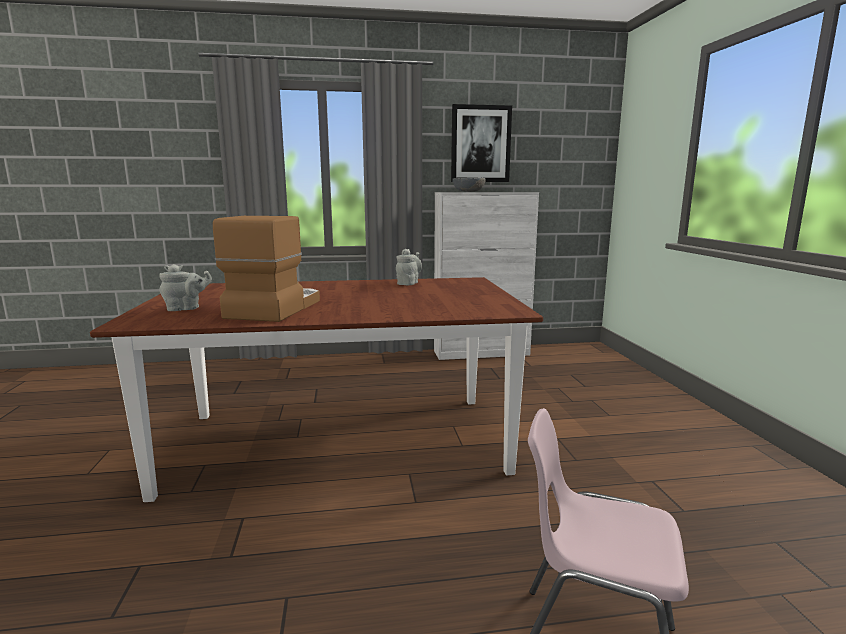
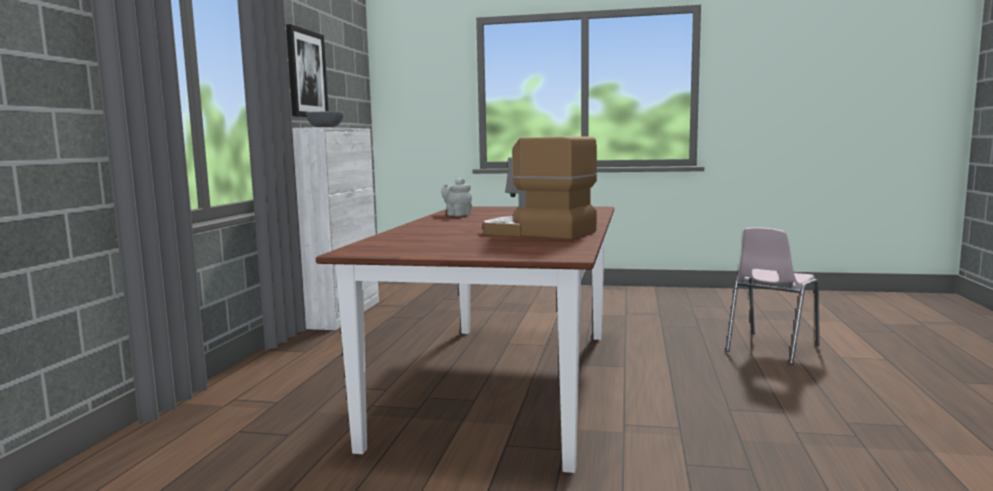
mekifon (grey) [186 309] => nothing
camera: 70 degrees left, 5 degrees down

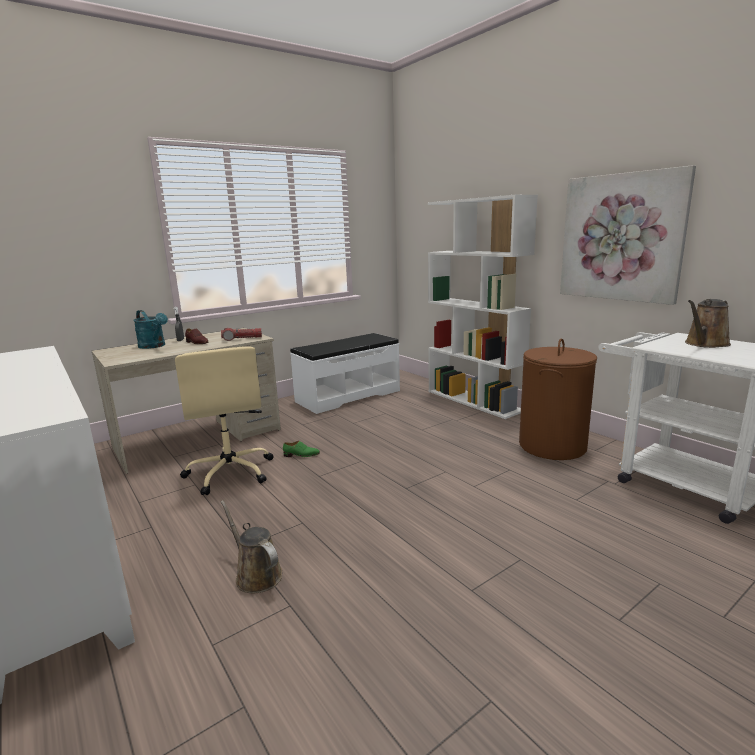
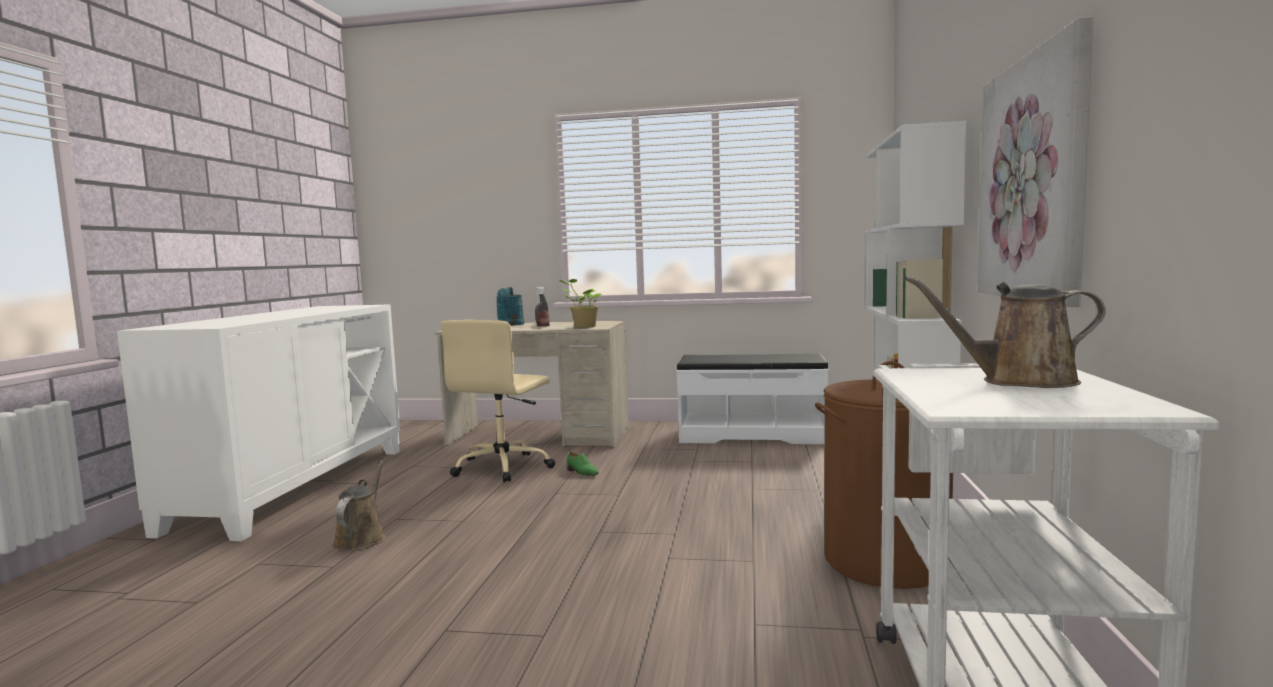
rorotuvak [242 339] => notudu [583 327]
camera: 45 degrees right, 10 degrees down

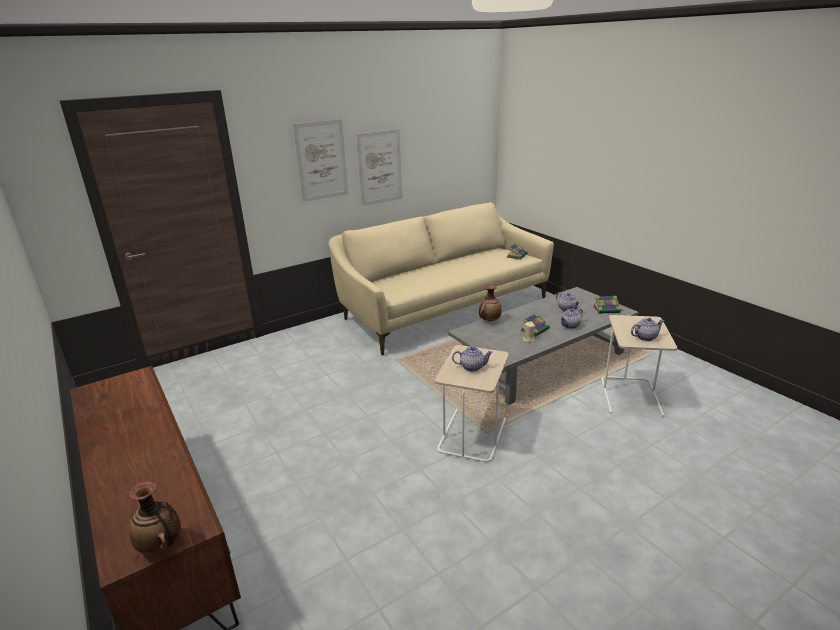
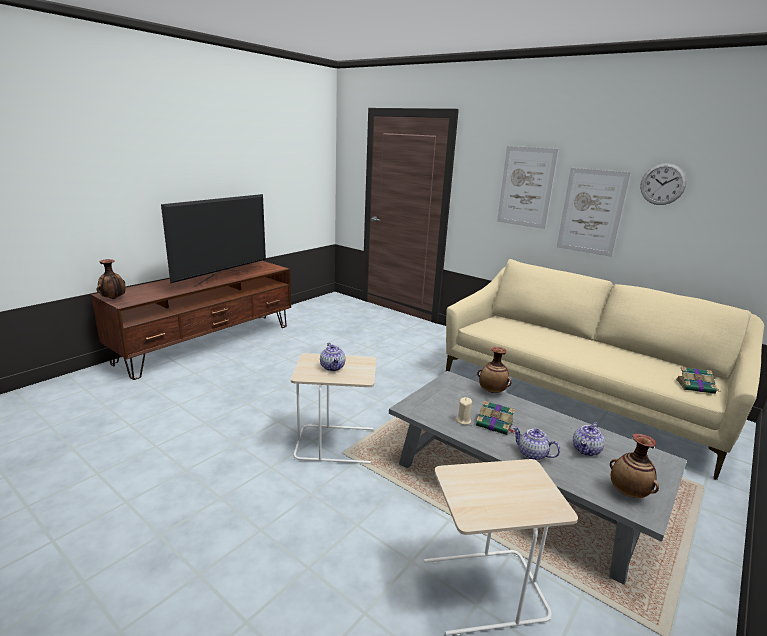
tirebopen [607 309] => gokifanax [628 493]
mekifon [645 337] => nothing
nothing => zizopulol [662 184]
nothing => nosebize [222 279]
camera: 70 degrees right, 5 degrees down

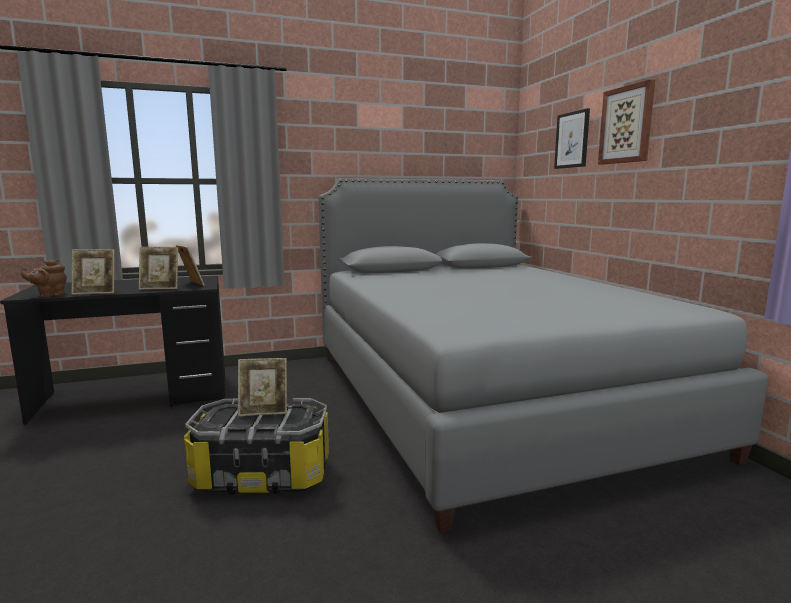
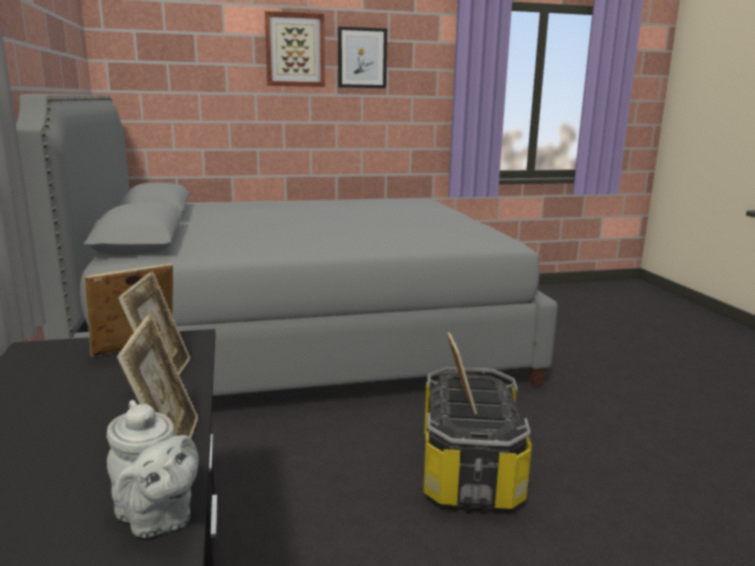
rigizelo [572 140] => rigizelo [362 58], relocated
mekifon (brown) [49 295] => mekifon (grey) [157 519]
camera: 85 degrees left, 5 degrees up

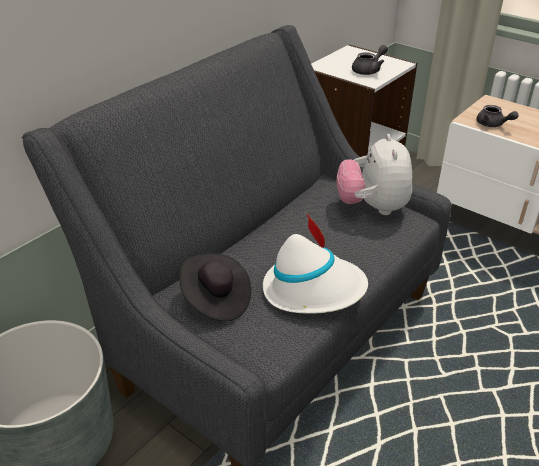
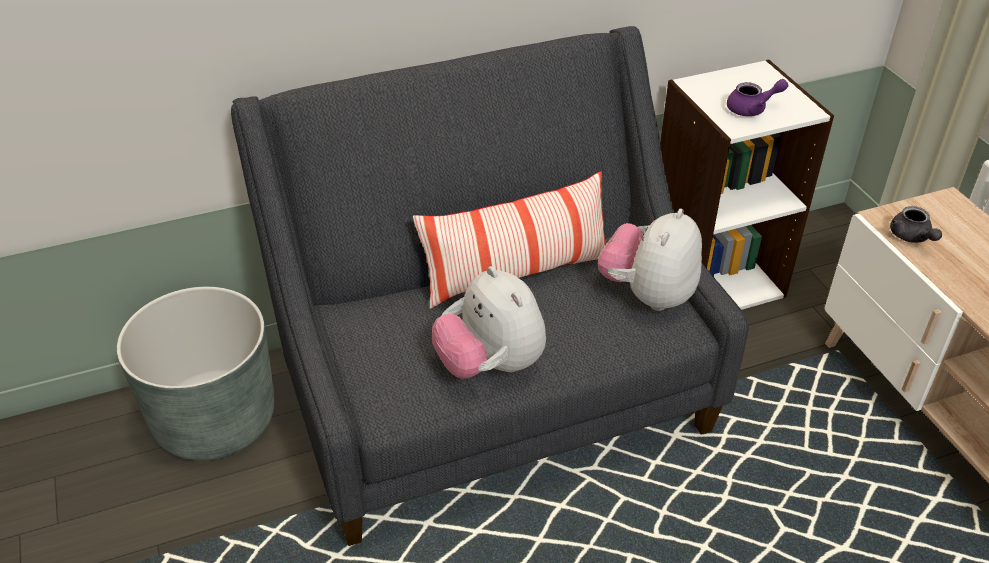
mekifon (grey) [369 70] => mekifon (purple) [752 109]
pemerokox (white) [313 289] => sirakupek [490 365]
pemerokox (black) [216 300] => nothing
nothing => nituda [516 274]
camera: 30 degrees right, 5 degrees up

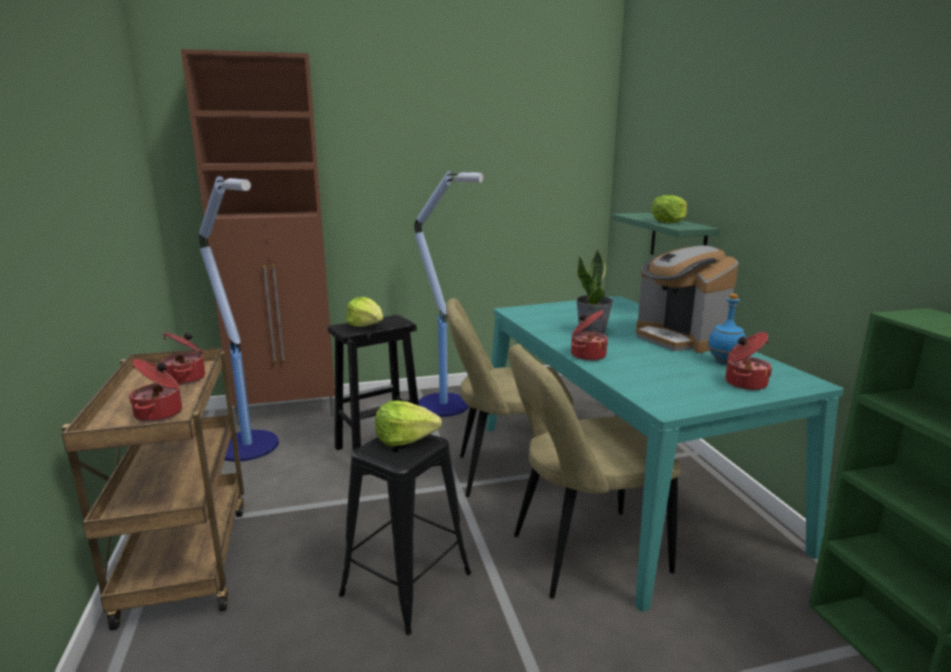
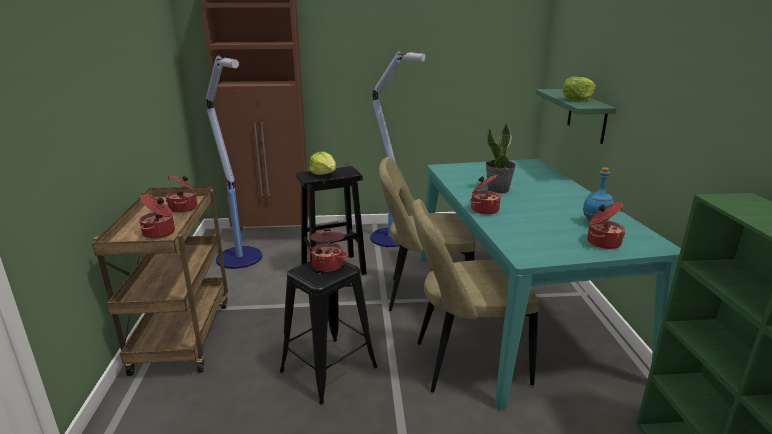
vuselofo [679 339] => nothing
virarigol [405 439] => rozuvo [328 264]
camera: 10 degrees right, 5 degrees up

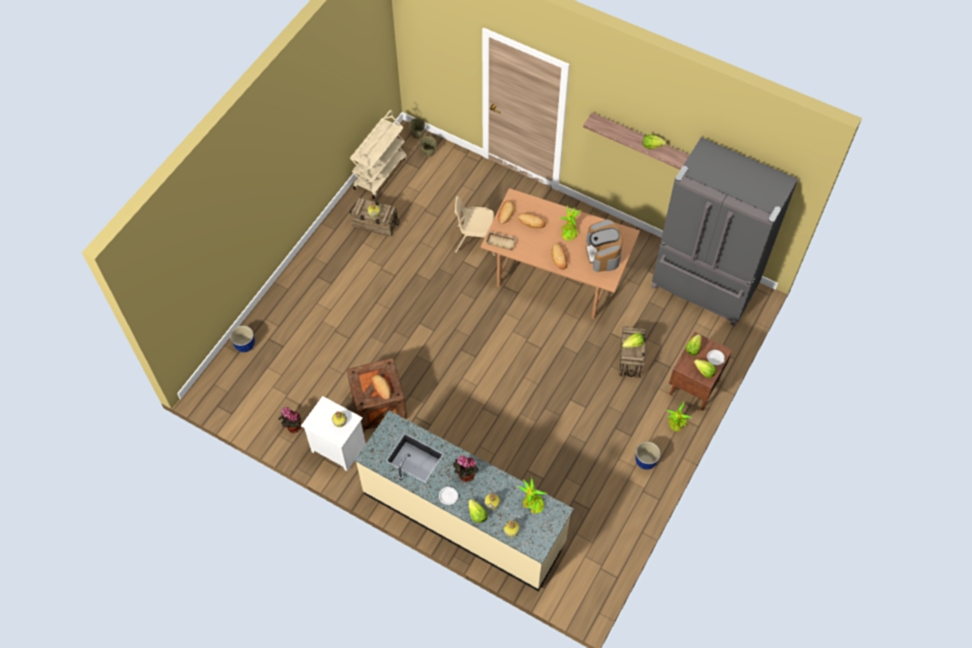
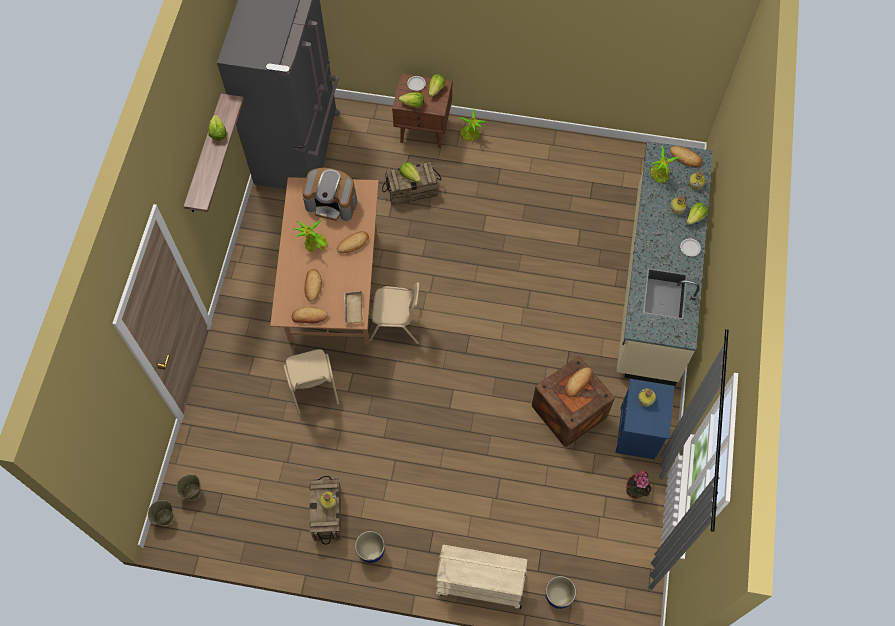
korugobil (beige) [380 172] => korugobil (beige) [479 585], relocated
vuselofo [603 253] => vuselofo [332 203], 45 degrees clockwise
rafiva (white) [337 448] => rafiva (blue) [638 433]
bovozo [646 461] => bovozo [371 551], relocated
notudu [465 475] => nothing
nothing => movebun [685 157]
nothing => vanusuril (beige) [397 324]
camera: 110 degrees left, 5 degrees up

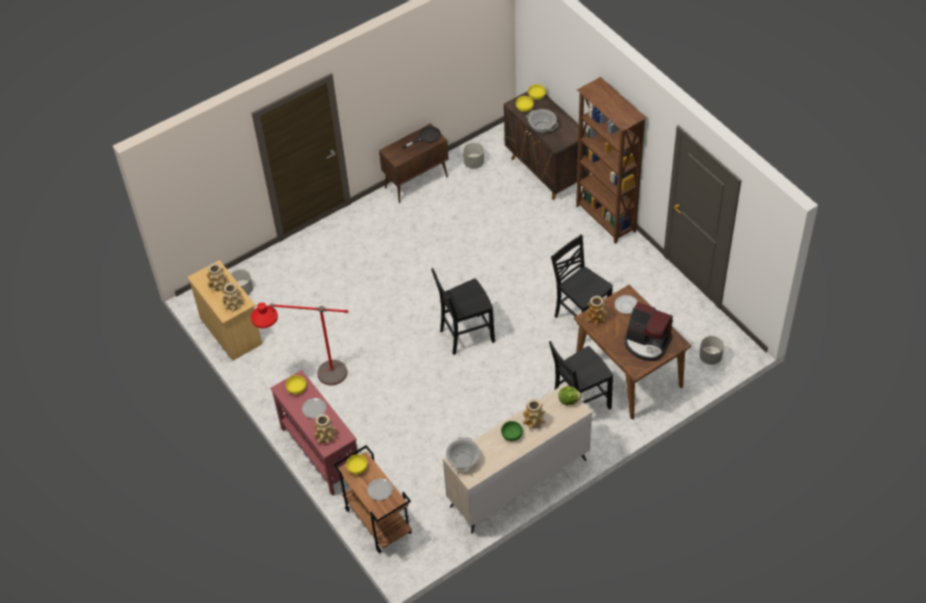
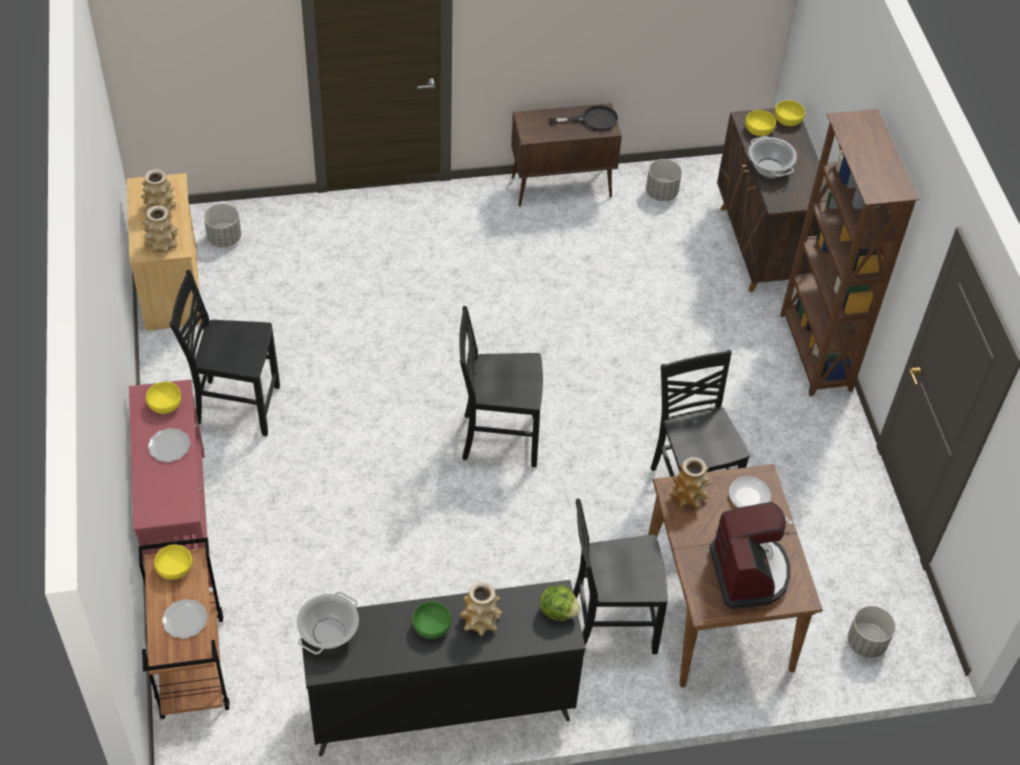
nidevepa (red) [311 379] => vanusuril (black) [236 405]
vuselofo [647 343] => vuselofo [749 573], 150 degrees counterclockwise
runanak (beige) [518 483] => runanak (black) [439 707]
gokifanax [325 436] => nothing
camera: 20 degrees right, 0 degrees up

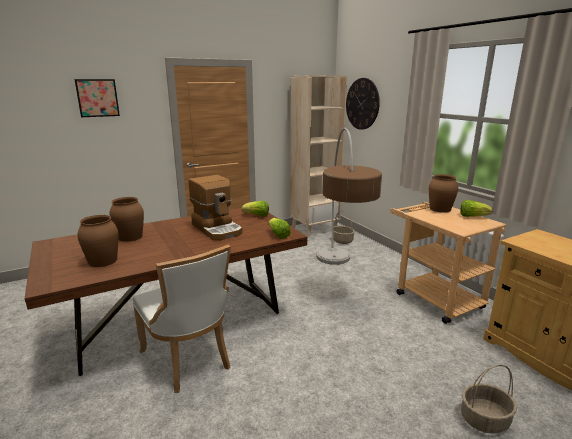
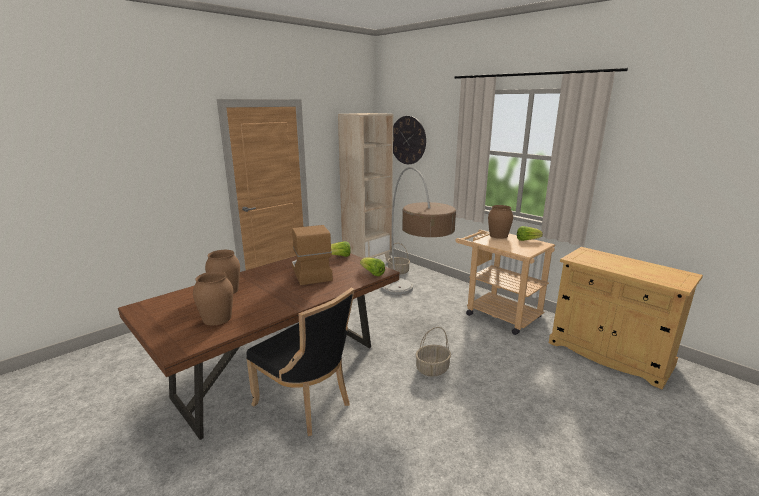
rigizelo [97 98] => nothing
vuselofo [217 229] => vuselofo [310 273], 150 degrees counterclockwise
vanusuril (white) [189 360] => vanusuril (black) [306 404]
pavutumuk [484 420] => pavutumuk [432 369], relocated
camera: 15 degrees left, 0 degrees up

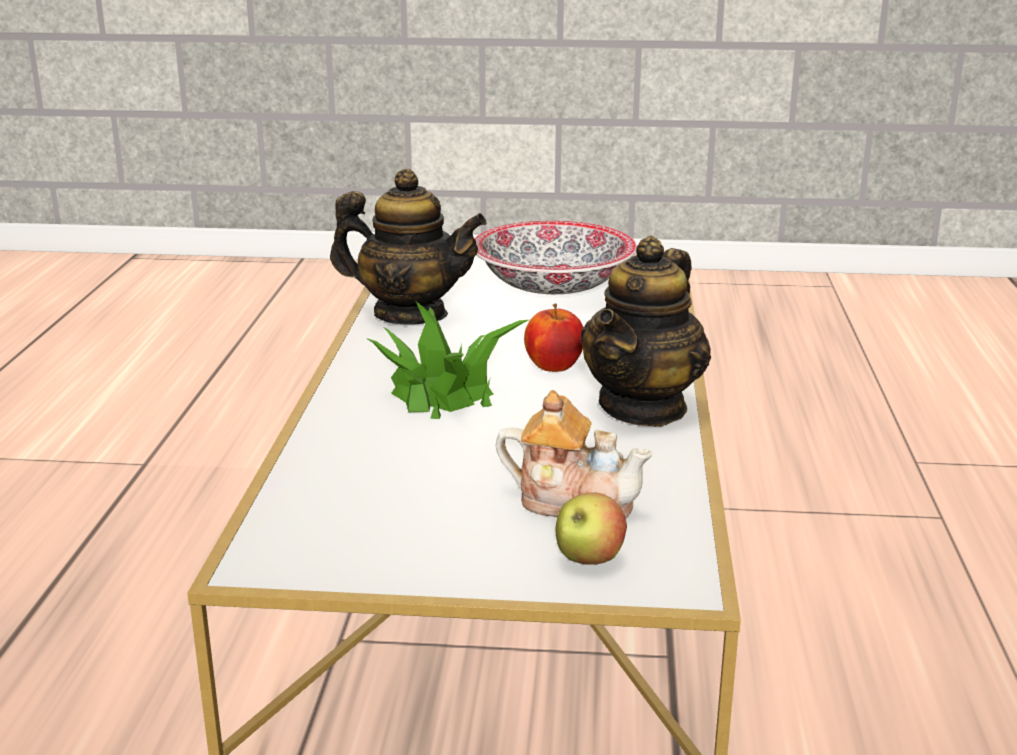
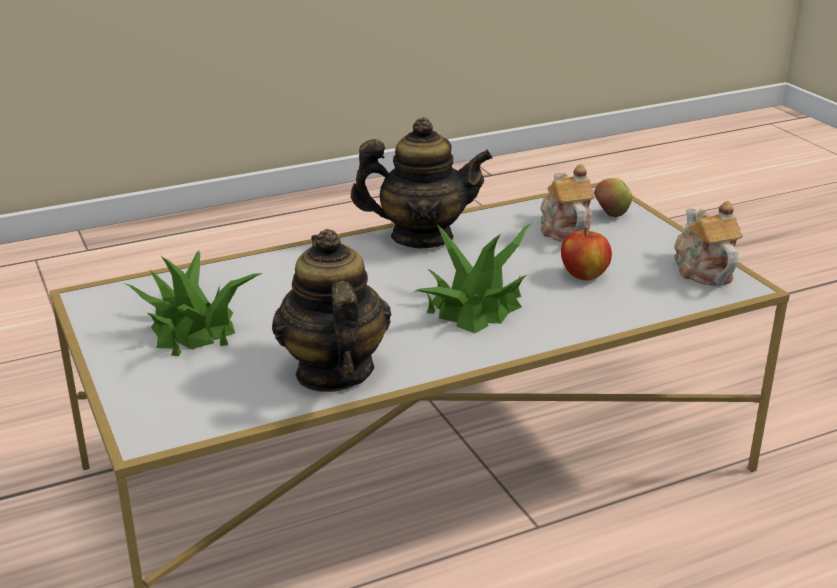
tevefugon [552 286] => notudu [192 328]
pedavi [553 367] => pedavi [584 275], relocated
nothing => mekifon [702 271]
camera: 120 degrees left, 5 degrees up

